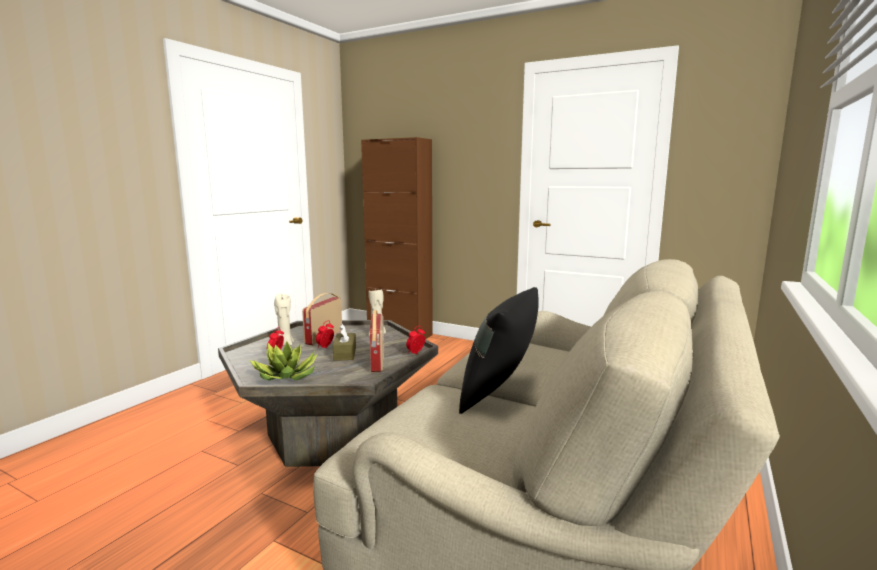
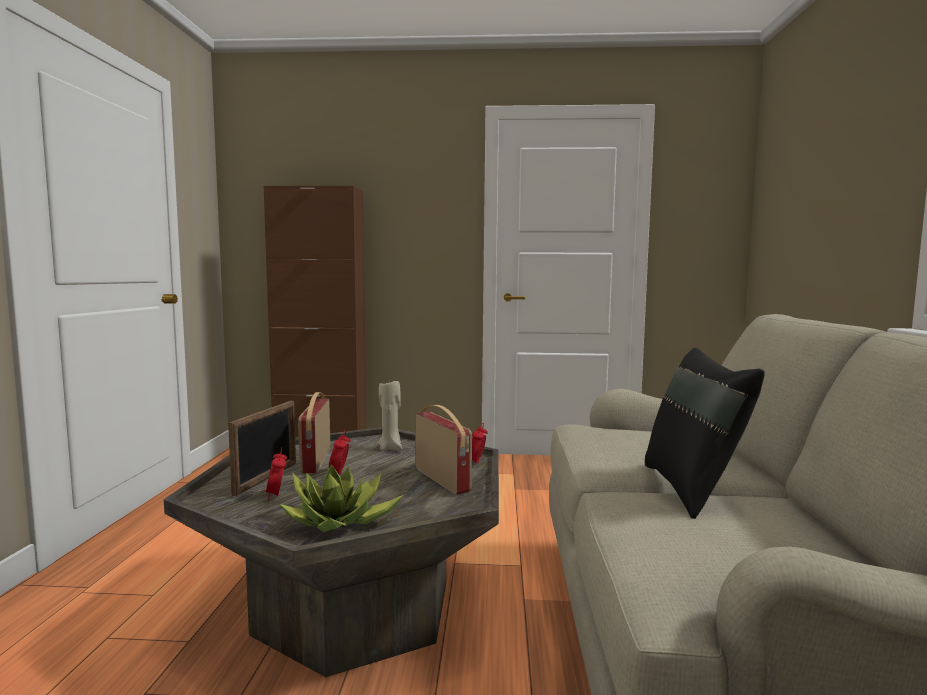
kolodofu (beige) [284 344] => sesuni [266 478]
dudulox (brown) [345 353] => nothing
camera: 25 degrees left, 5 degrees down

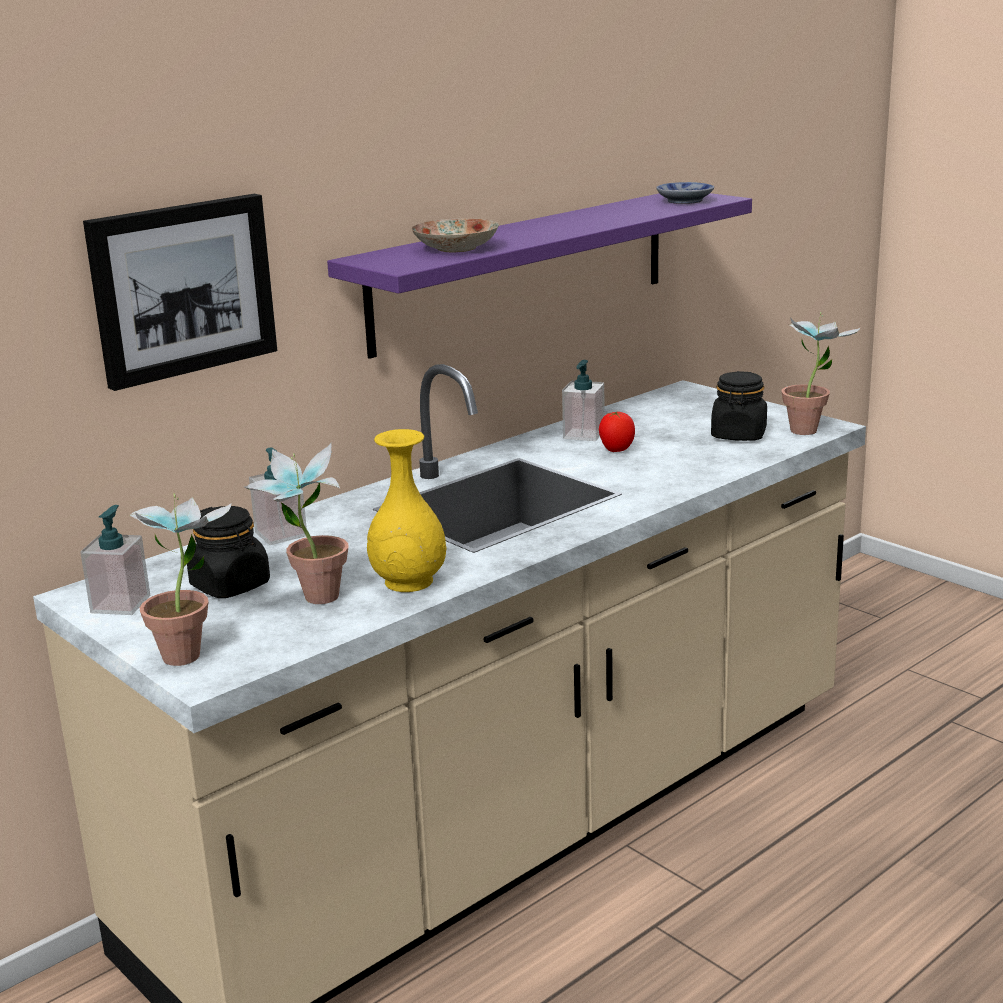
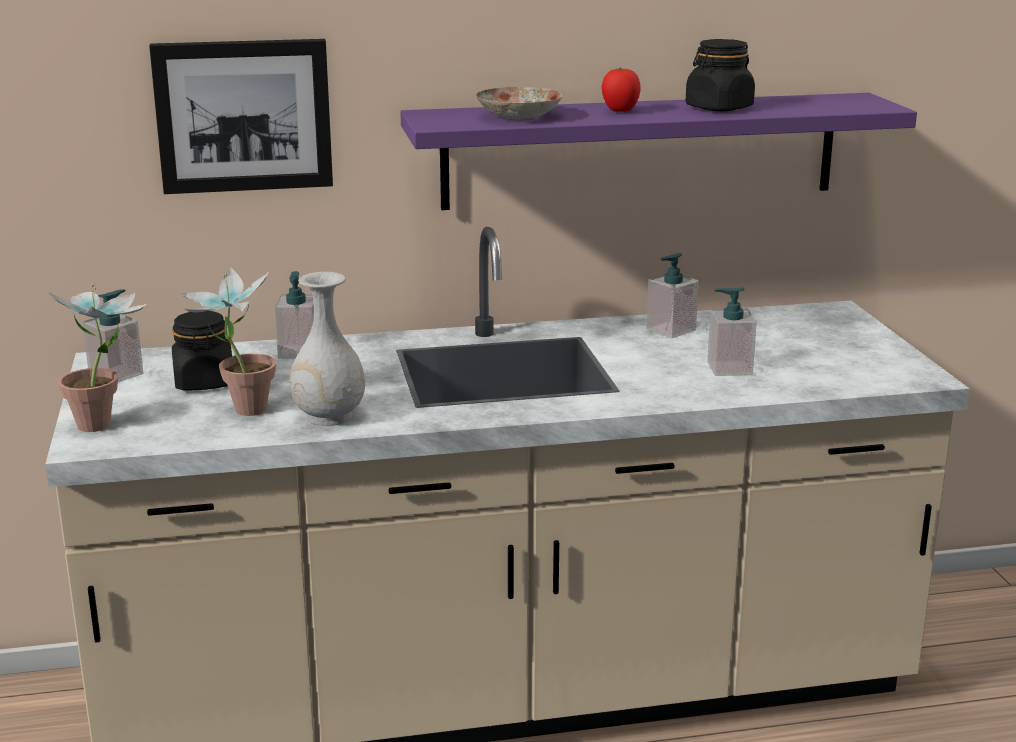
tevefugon [685 201] => nothing
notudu [812 429] => nothing
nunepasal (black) [738 435] => nunepasal (black) [718 108], relocated
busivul [616 451] => busivul [620 111], relocated
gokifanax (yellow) [408 581] => gokifanax (white) [329 416]
nothing => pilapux [729 368]
camera: 30 degrees right, 0 degrees up

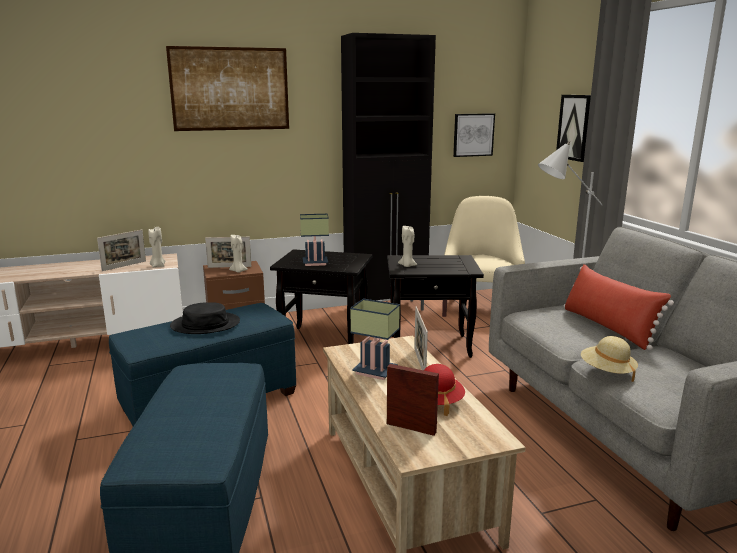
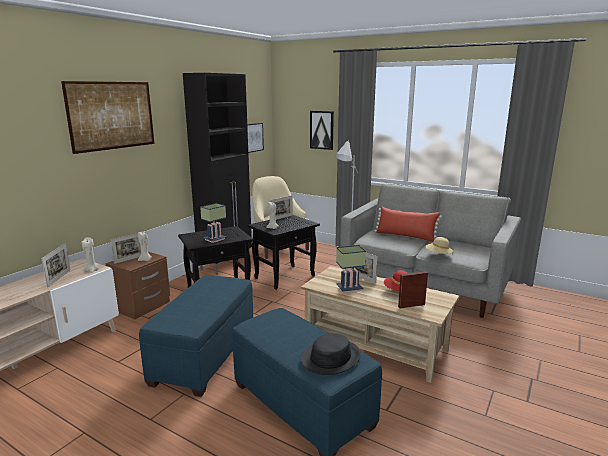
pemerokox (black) [205 324] => pemerokox (black) [330 357], relocated
nothing => sesuni [281 218]
camera: 40 degrees left, 0 degrees up

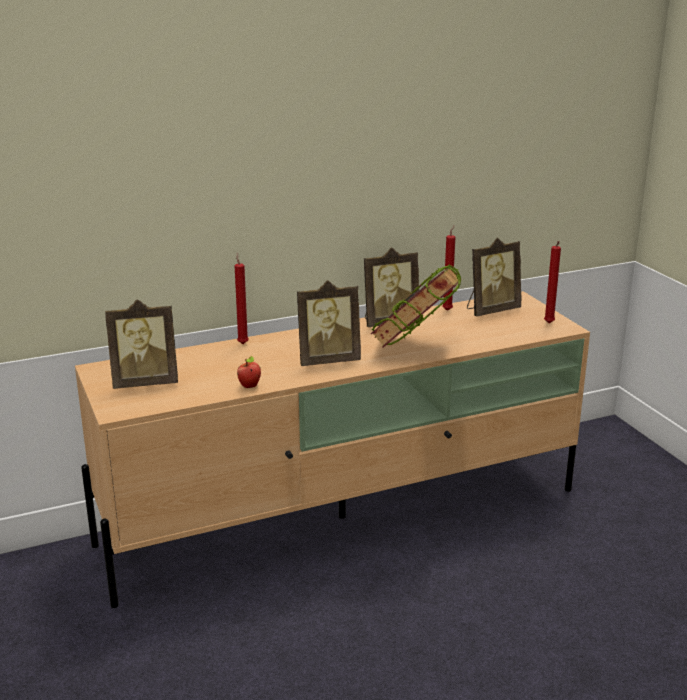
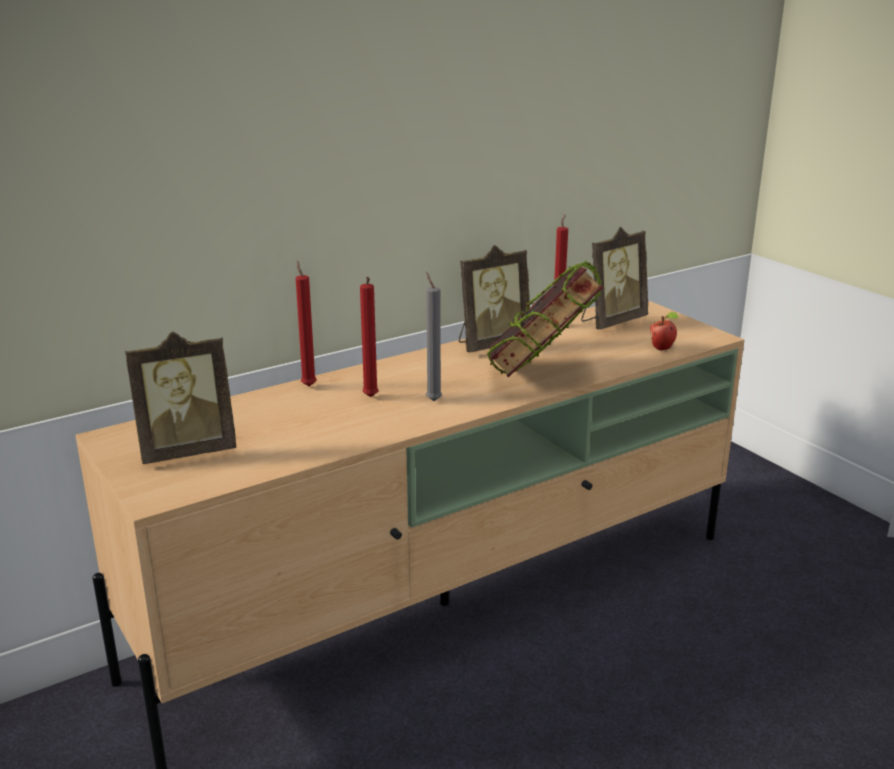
kolodofu (red) [549 324] => kolodofu (red) [370 398], relocated
sesuni [327 360] => kolodofu (grey) [432 400]
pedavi [250 386] => pedavi [662 348], relocated
camera: 10 degrees left, 0 degrees up

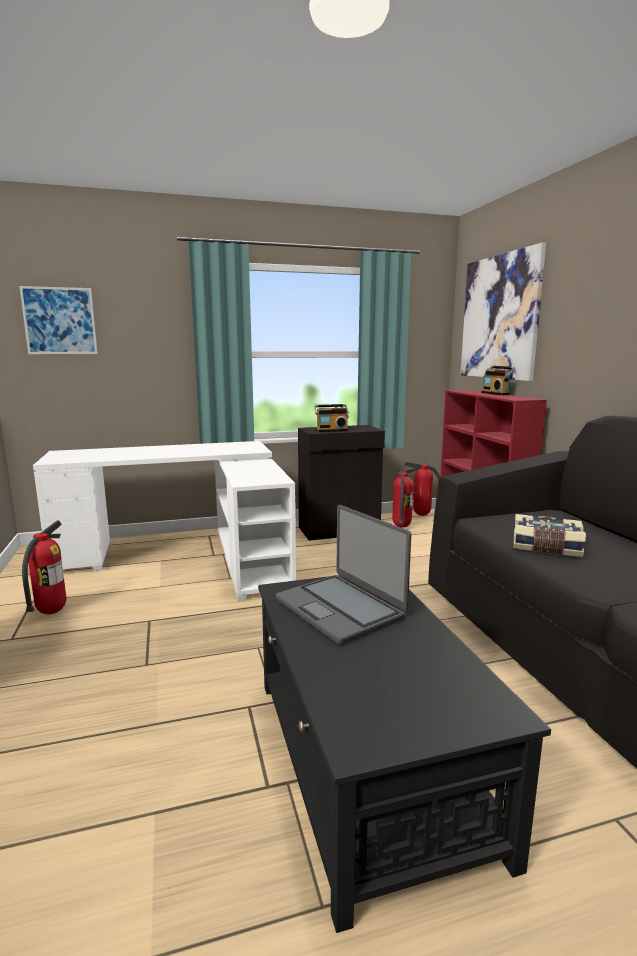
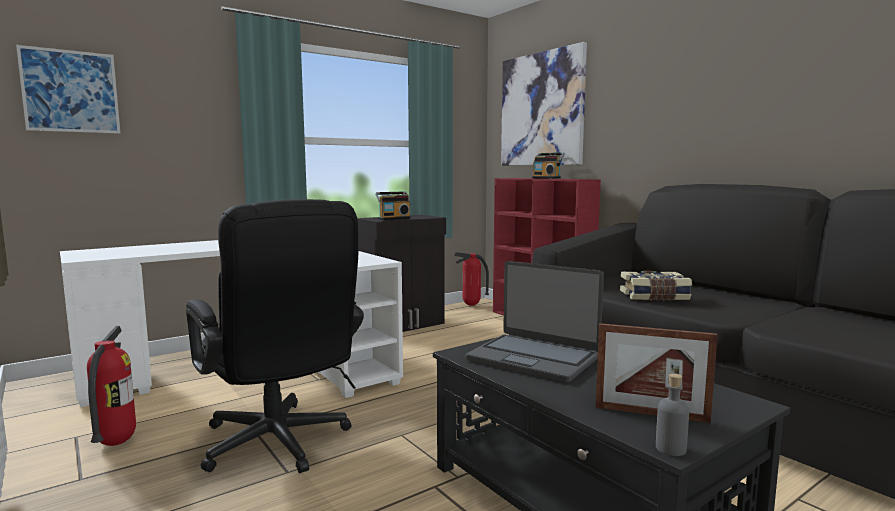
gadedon [401 526] => nothing
nothing => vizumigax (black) [279 446]
nothing => sesuni [651 414]
nothing => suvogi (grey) [670 449]
camera: 20 degrees left, 5 degrees down

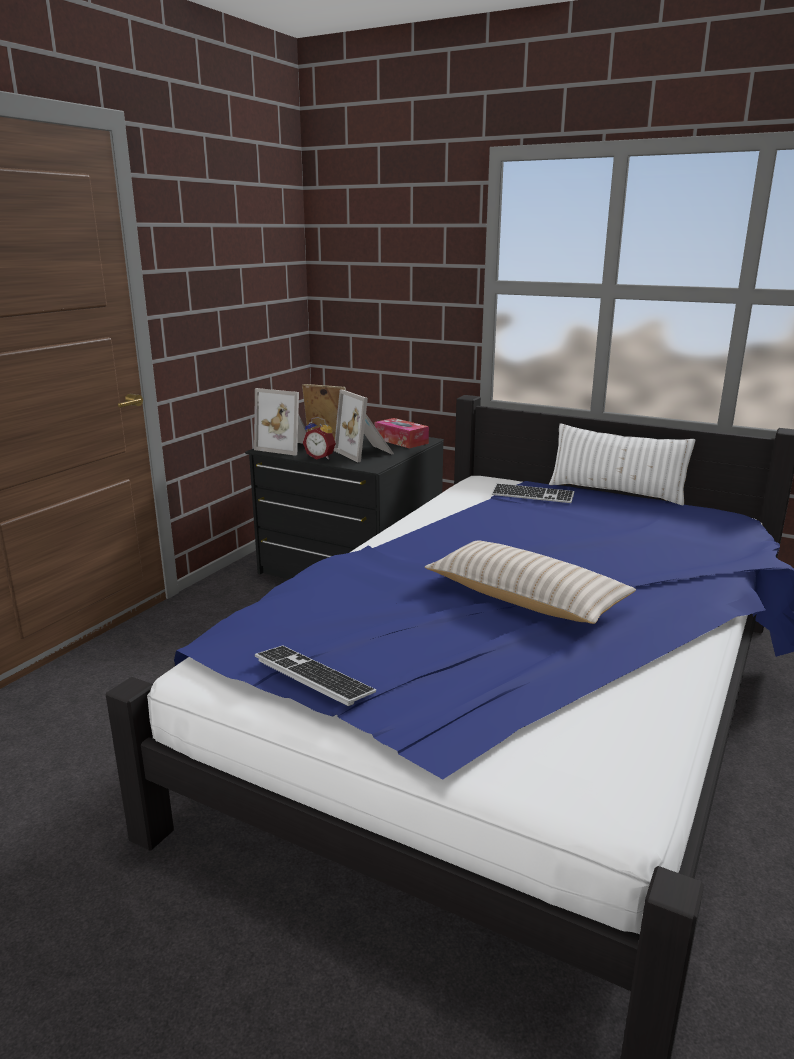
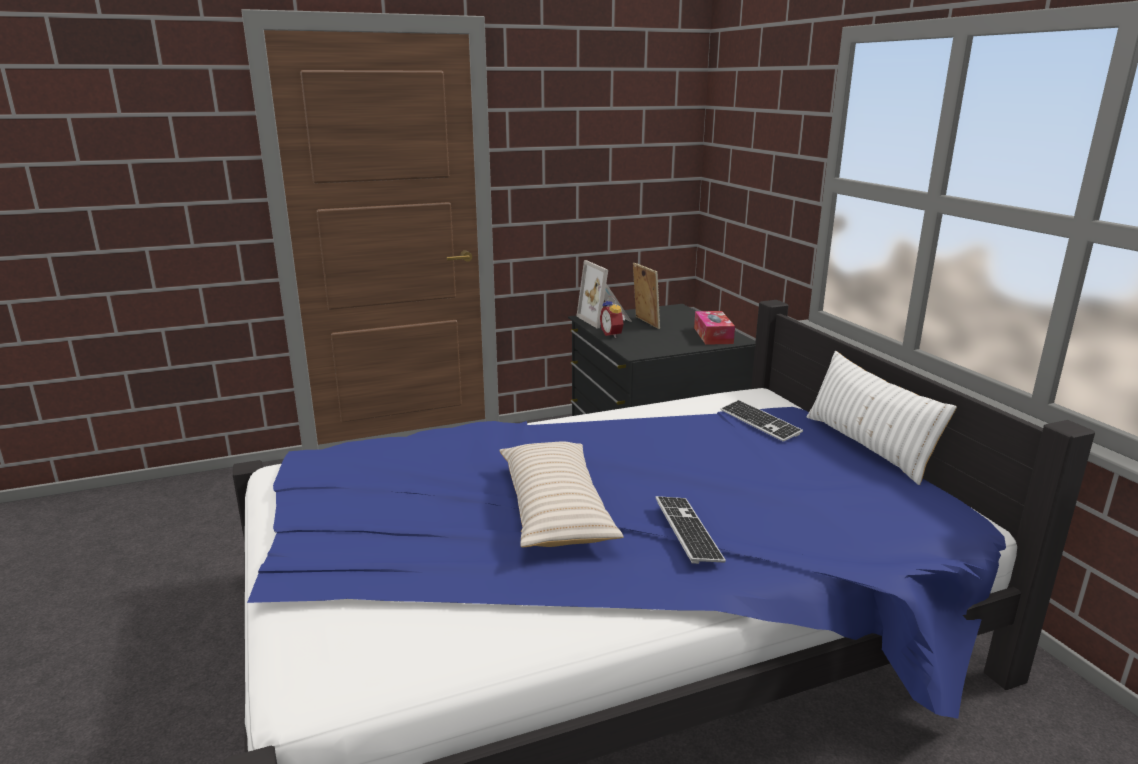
sesuni [366 453] => nothing
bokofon [313 676] => bokofon [688 531], relocated
camera: 40 degrees right, 0 degrees up

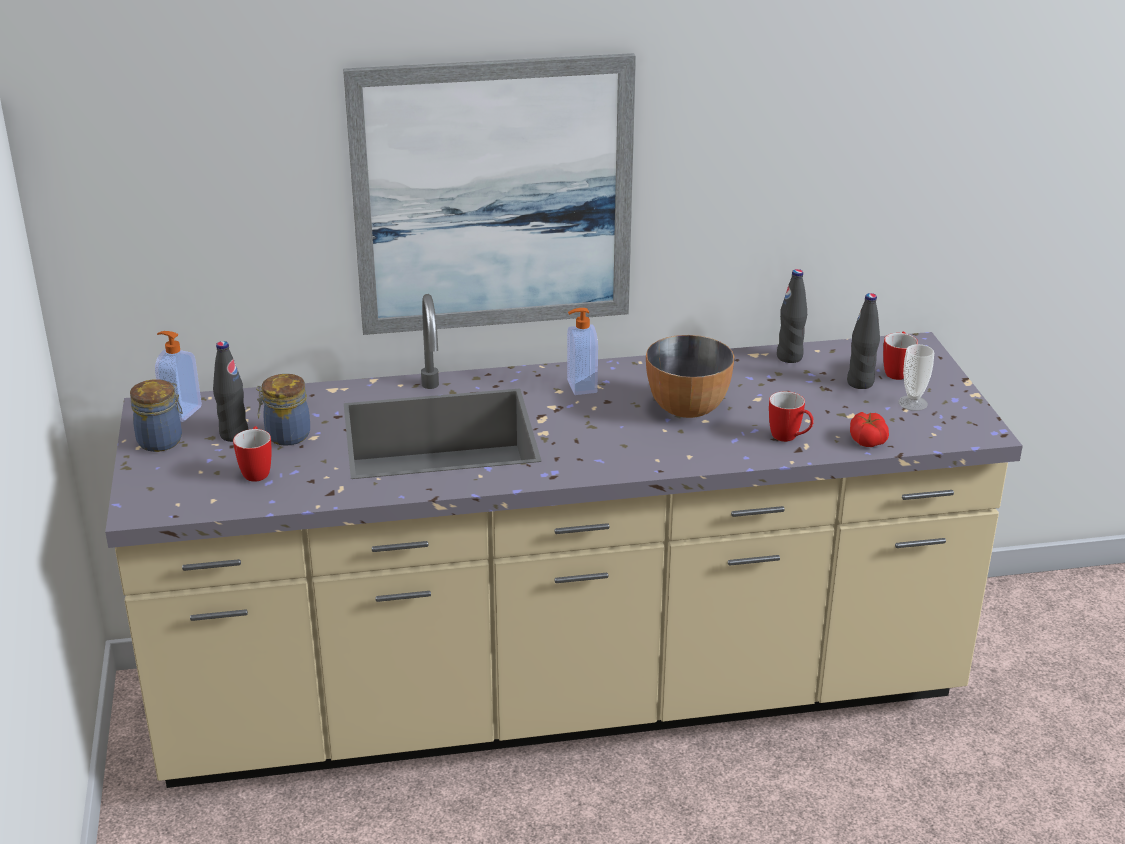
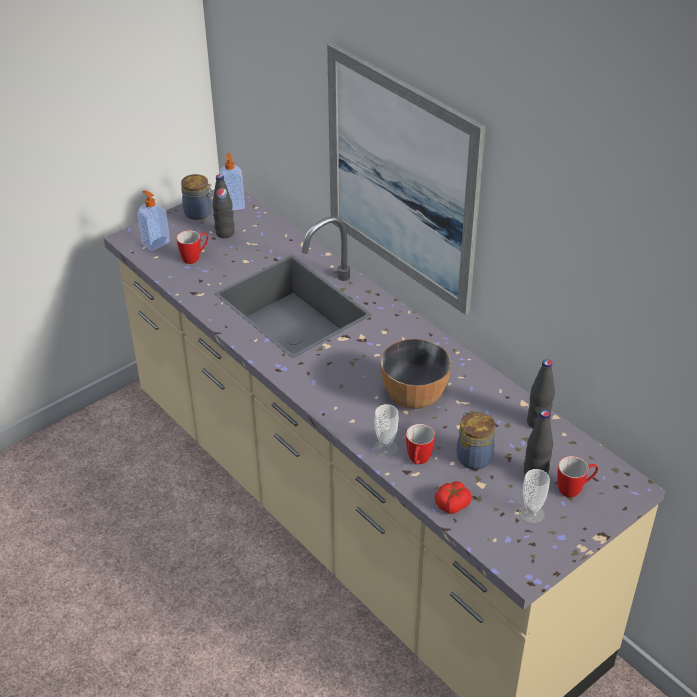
pilapux [580 386] => pilapux [155 243], relocated
nunepasal [286 435] => nunepasal [473 457], relocated
nothing => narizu [385 447]
camera: 60 degrees right, 10 degrees up

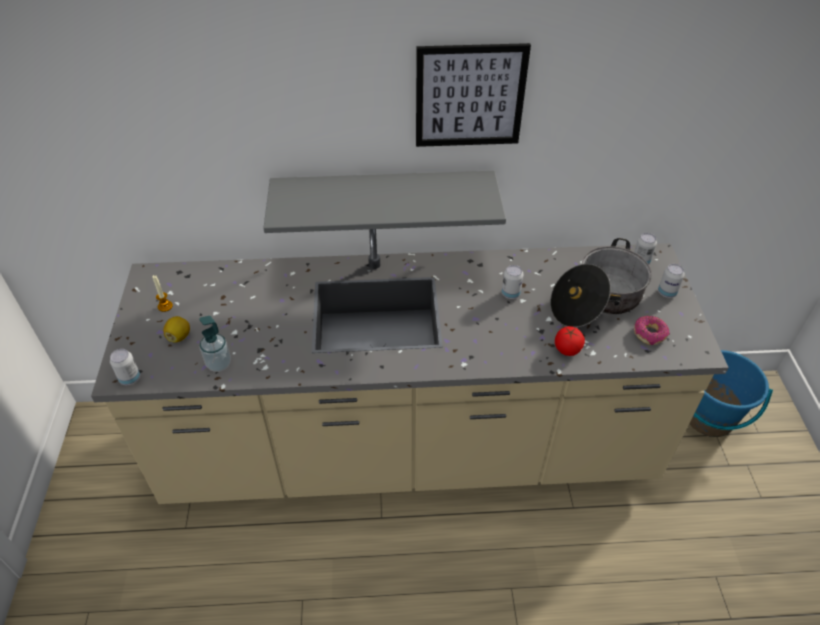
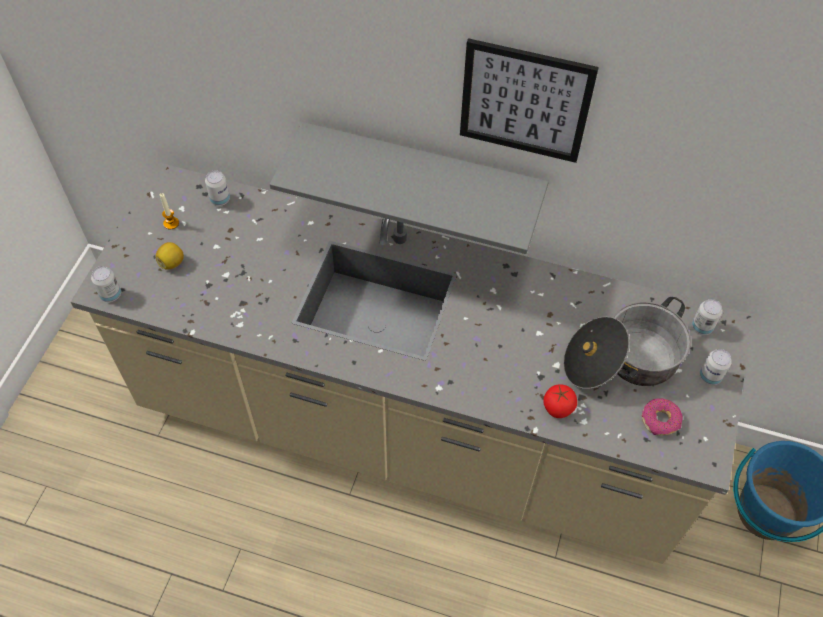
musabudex [510 294] => musabudex [220 199], relocated
pilapux [219 364] => nothing
camera: 20 degrees right, 10 degrees up

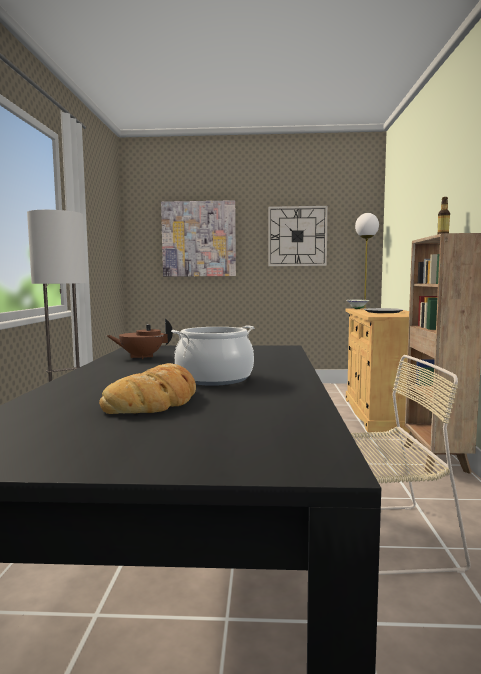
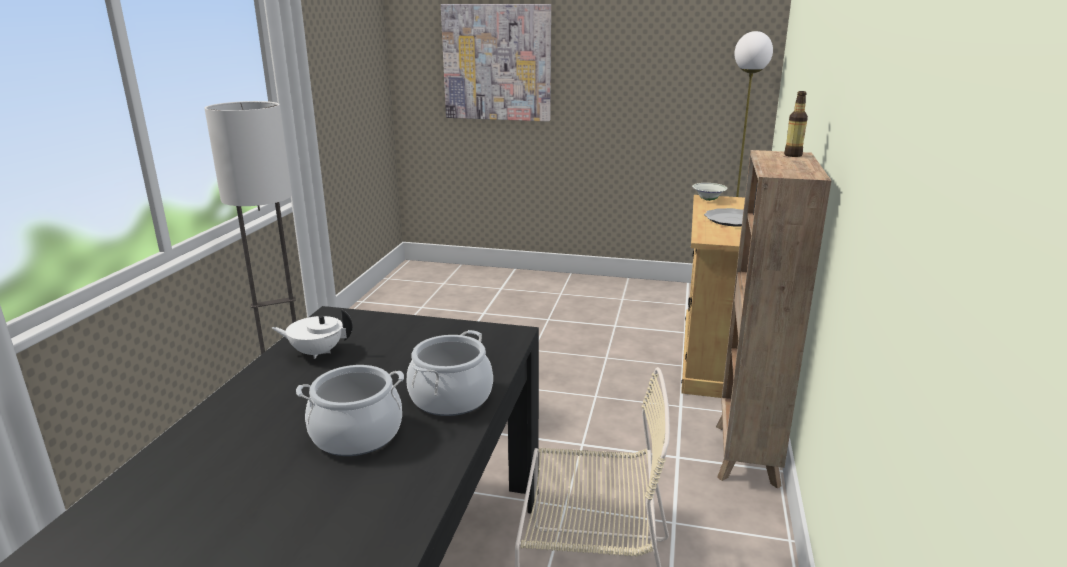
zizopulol [297 236] => nothing
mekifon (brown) [141 357] => mekifon (white) [316 352]
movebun [156 401] => nothing
nothing => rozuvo [451 398]
camera: 10 degrees right, 15 degrees up

